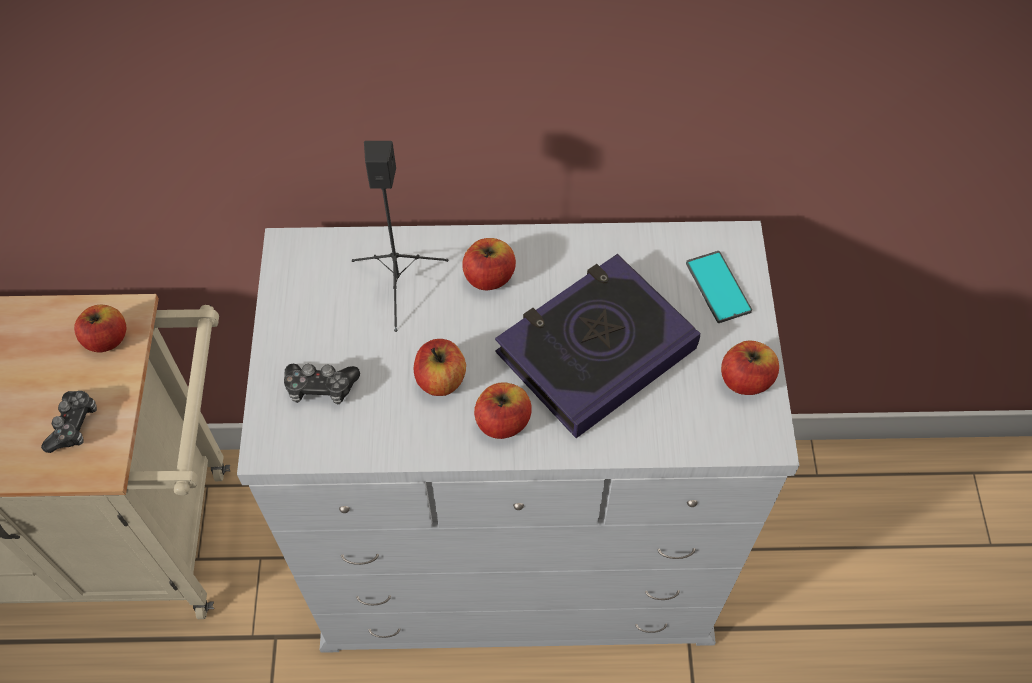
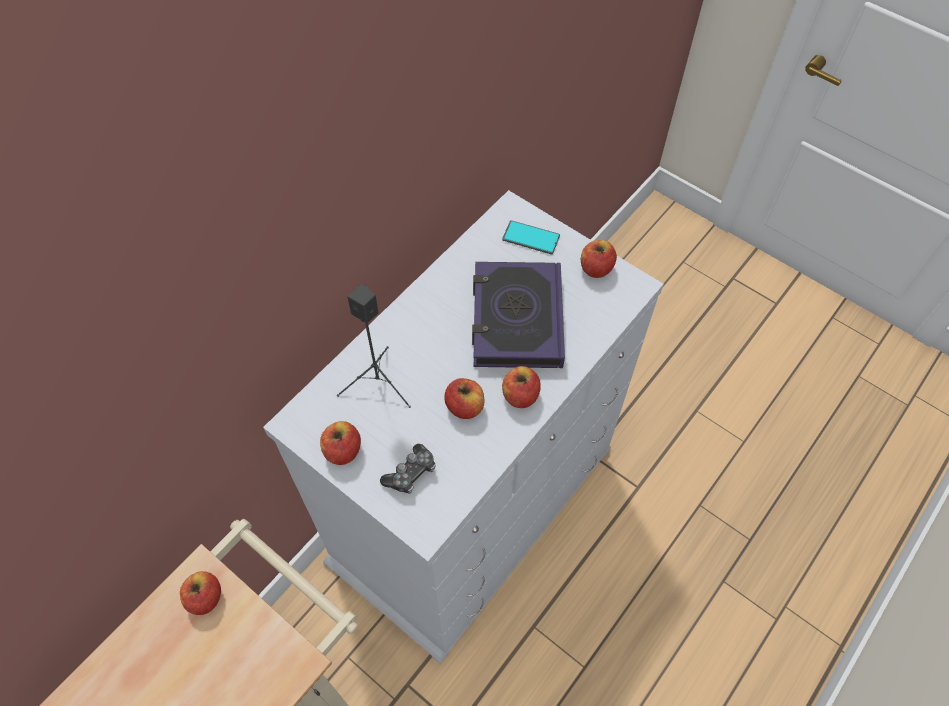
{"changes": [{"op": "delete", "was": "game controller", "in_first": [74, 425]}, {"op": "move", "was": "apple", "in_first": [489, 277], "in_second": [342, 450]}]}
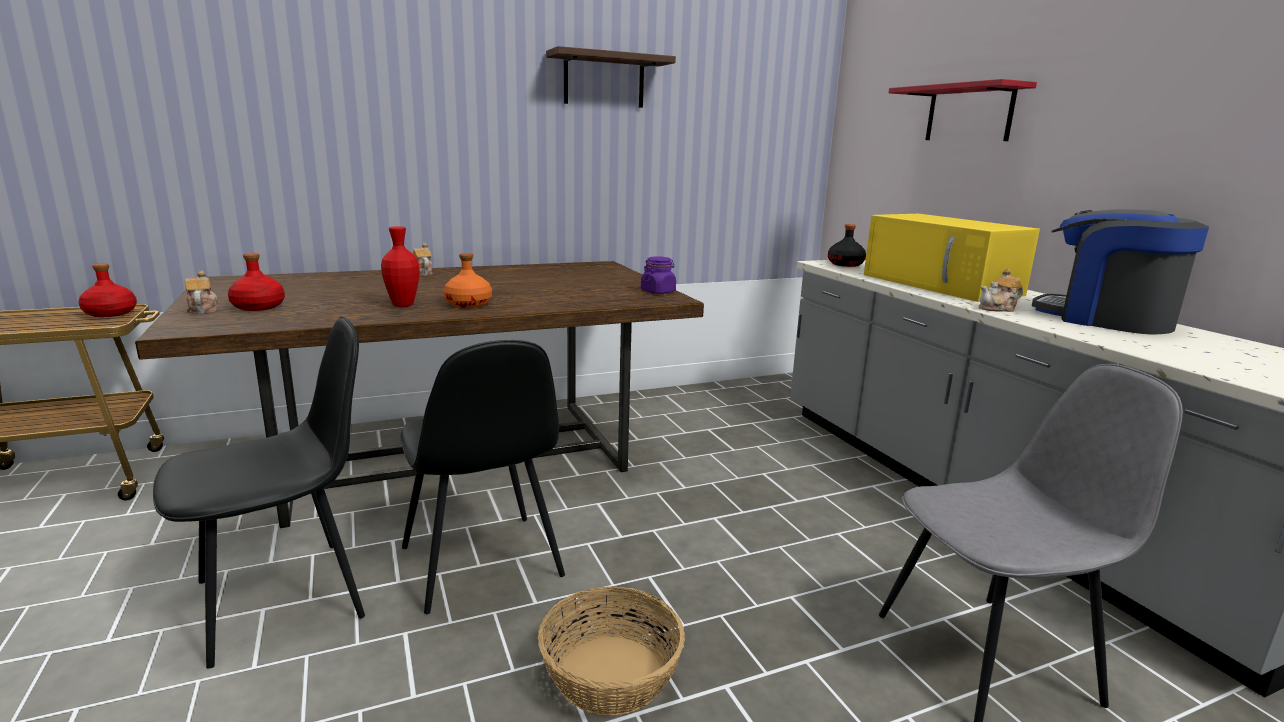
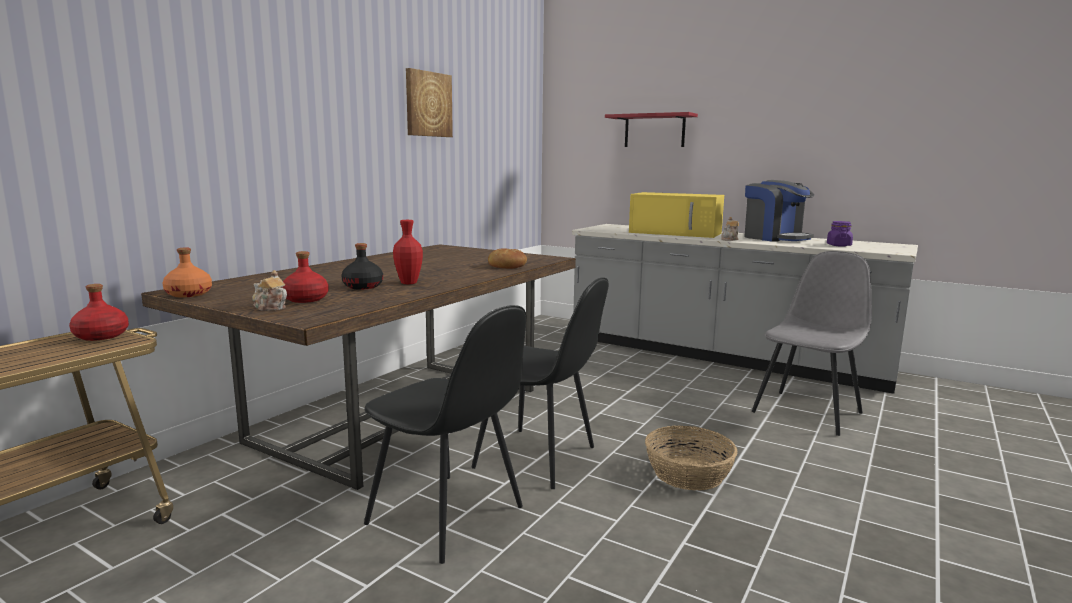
{"changes": [{"op": "rotate", "was": "black chair", "in_first": [285, 597], "in_second": [448, 517], "clockwise": 105}, {"op": "delete", "was": "teapot", "in_first": [421, 273]}, {"op": "move", "was": "orange bottle", "in_first": [468, 304], "in_second": [189, 294]}, {"op": "replace", "was": "shelf", "now": "picture", "in_first": [604, 80], "in_second": [428, 104]}, {"op": "move", "was": "purple jar", "in_first": [658, 291], "in_second": [838, 245]}, {"op": "move", "was": "black bottle", "in_first": [845, 264], "in_second": [363, 286]}, {"op": "rotate", "was": "coffee machine", "in_first": [1105, 319], "in_second": [775, 238], "clockwise": -135}, {"op": "insert", "now": "bread", "in_second": [507, 266]}]}
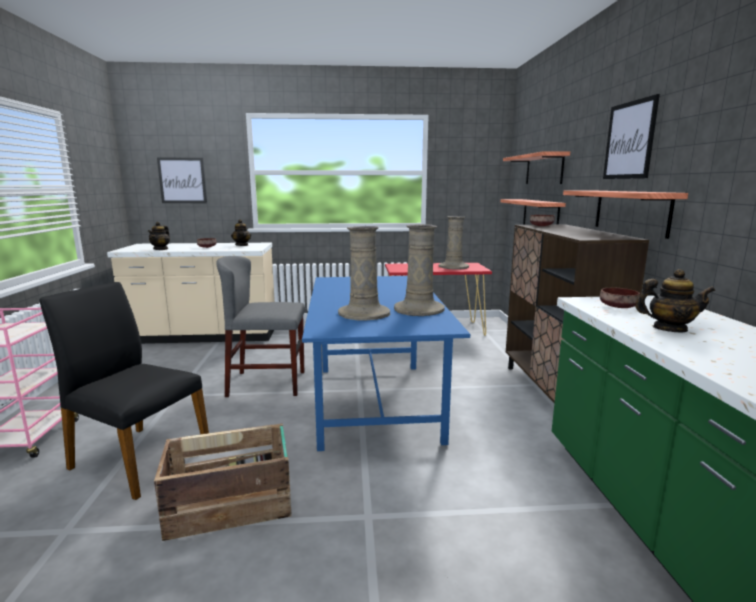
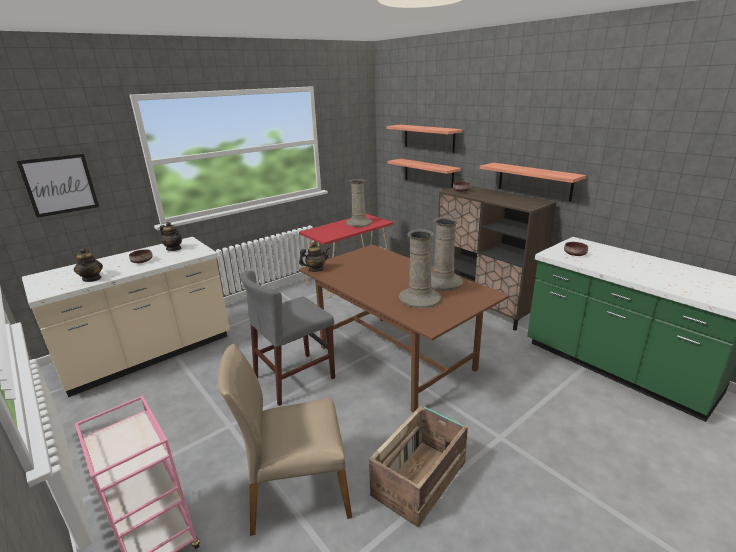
{"changes": [{"op": "recolor", "was": "black chair", "now": "beige chair", "in_first": [138, 458], "in_second": [297, 490]}, {"op": "recolor", "was": "blue dining table", "now": "brown dining table", "in_first": [374, 401], "in_second": [394, 358]}, {"op": "delete", "was": "picture", "in_first": [629, 140]}, {"op": "move", "was": "teapot", "in_first": [669, 329], "in_second": [315, 269]}]}
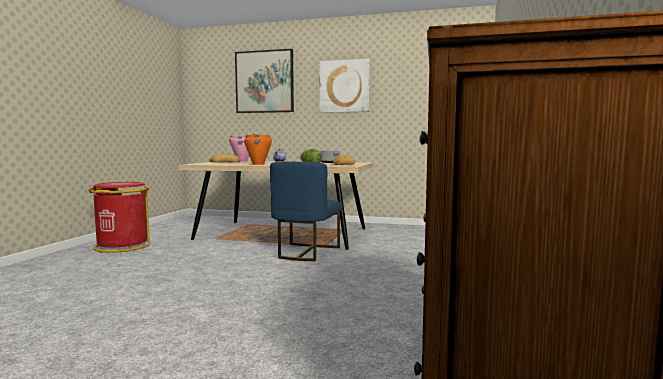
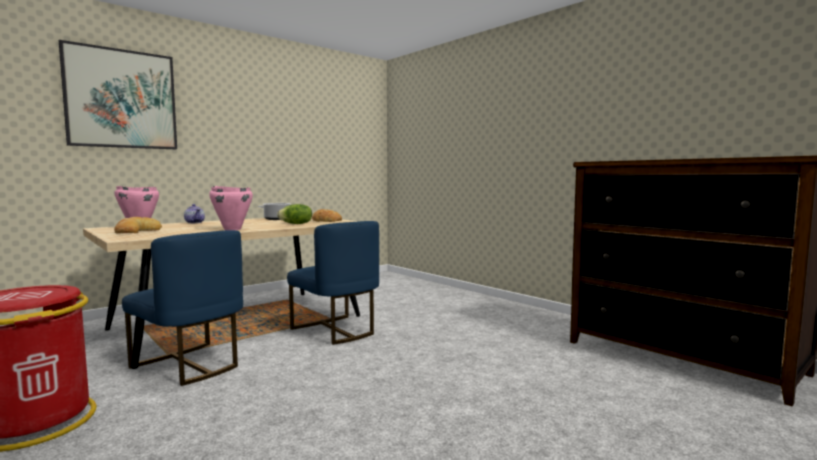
{"changes": [{"op": "recolor", "was": "orange cooking pot", "now": "pink cooking pot", "in_first": [258, 164], "in_second": [232, 229]}, {"op": "delete", "was": "picture", "in_first": [344, 86]}, {"op": "insert", "now": "blue chair", "in_second": [189, 365]}]}
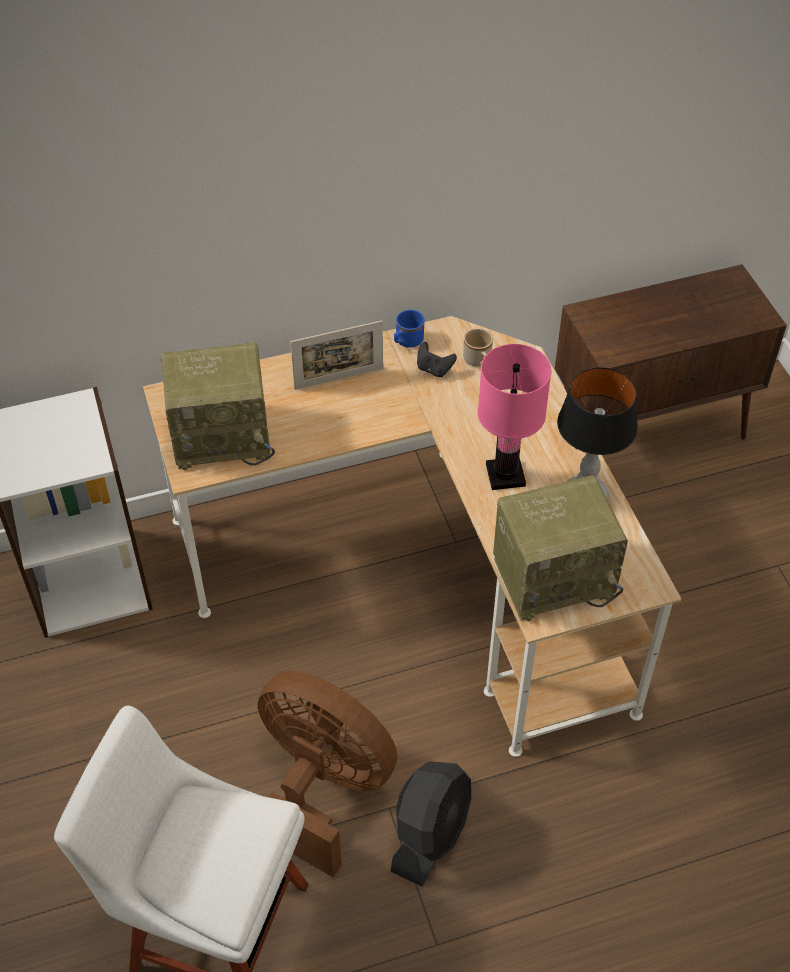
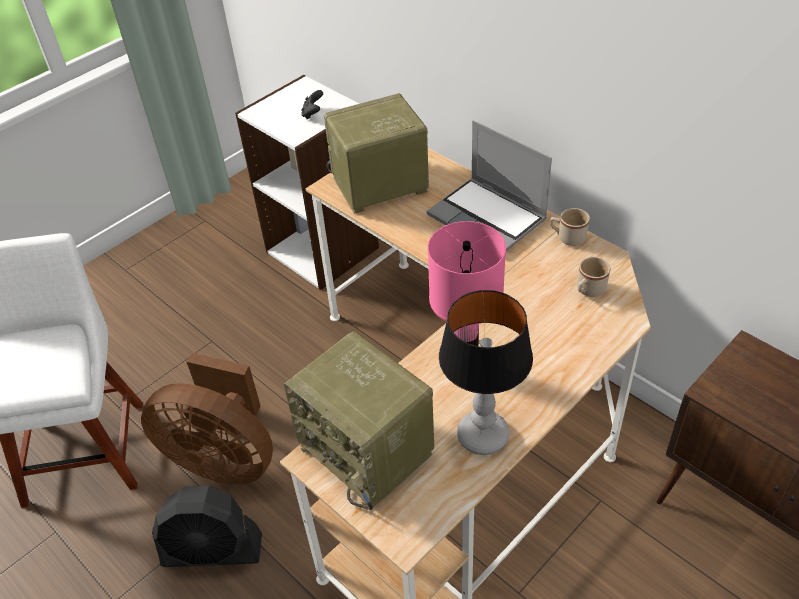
{"changes": [{"op": "rotate", "was": "radio", "in_first": [223, 435], "in_second": [378, 186], "clockwise": 105}, {"op": "rotate", "was": "brown fan", "in_first": [323, 786], "in_second": [224, 458], "clockwise": 105}, {"op": "replace", "was": "picture frame", "now": "laptop", "in_first": [338, 379], "in_second": [488, 218]}, {"op": "recolor", "was": "blue mug", "now": "beige mug", "in_first": [406, 342], "in_second": [567, 238]}, {"op": "move", "was": "black game controller", "in_first": [434, 369], "in_second": [313, 114]}]}
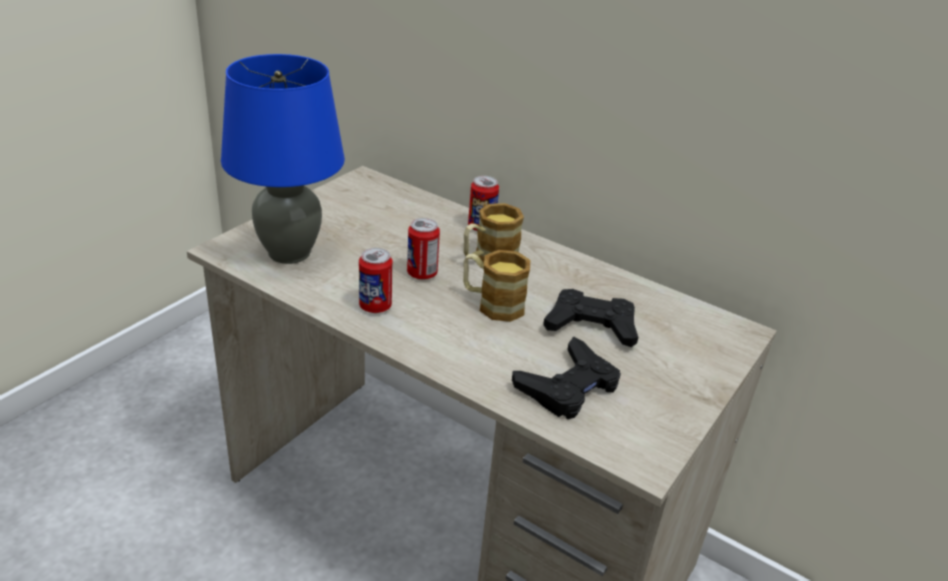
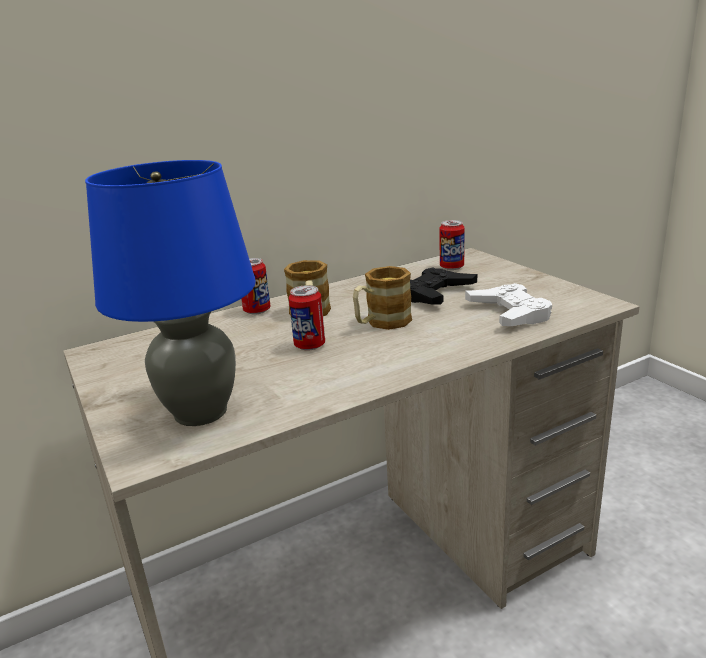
{"changes": [{"op": "move", "was": "can", "in_first": [375, 306], "in_second": [452, 267]}, {"op": "recolor", "was": "black game controller", "now": "white game controller", "in_first": [568, 387], "in_second": [509, 313]}]}
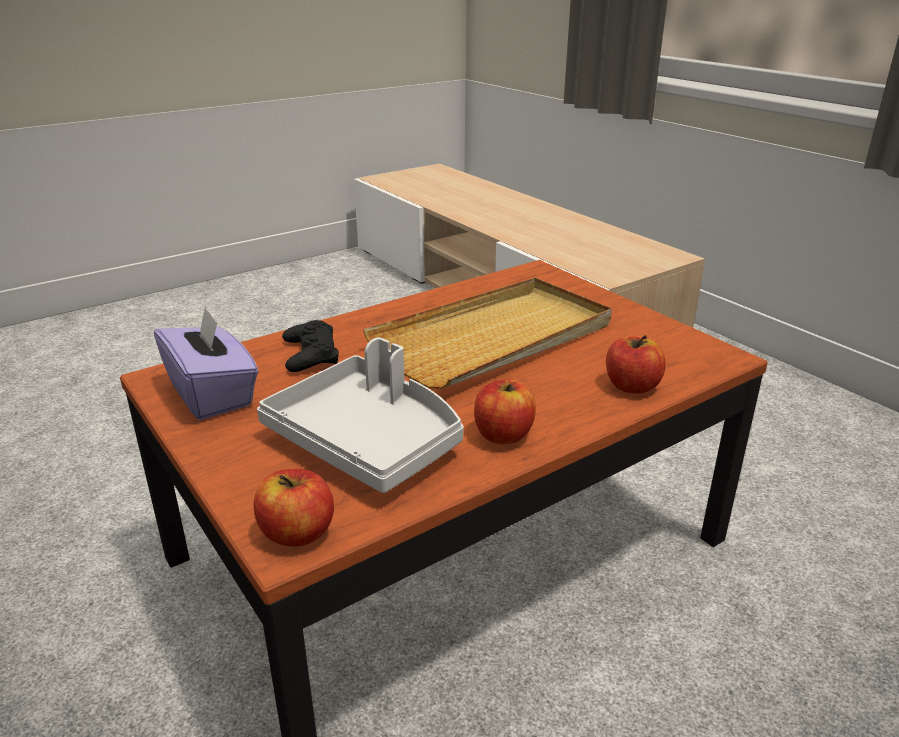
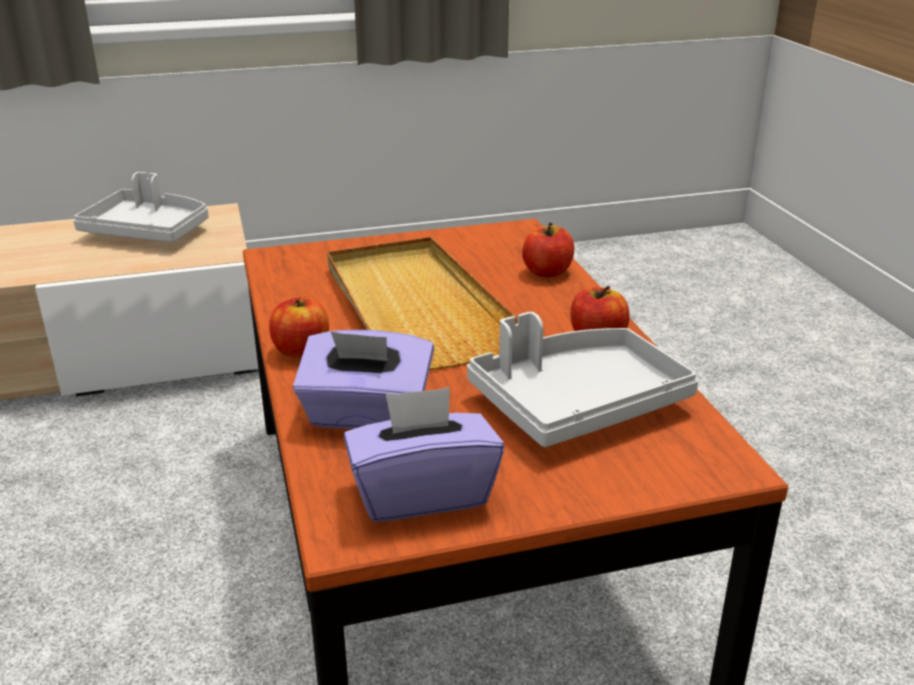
{"changes": [{"op": "move", "was": "apple", "in_first": [297, 533], "in_second": [301, 349]}, {"op": "replace", "was": "black game controller", "now": "purple tissue box", "in_first": [310, 354], "in_second": [366, 415]}, {"op": "insert", "now": "grey tray", "in_second": [148, 231]}]}
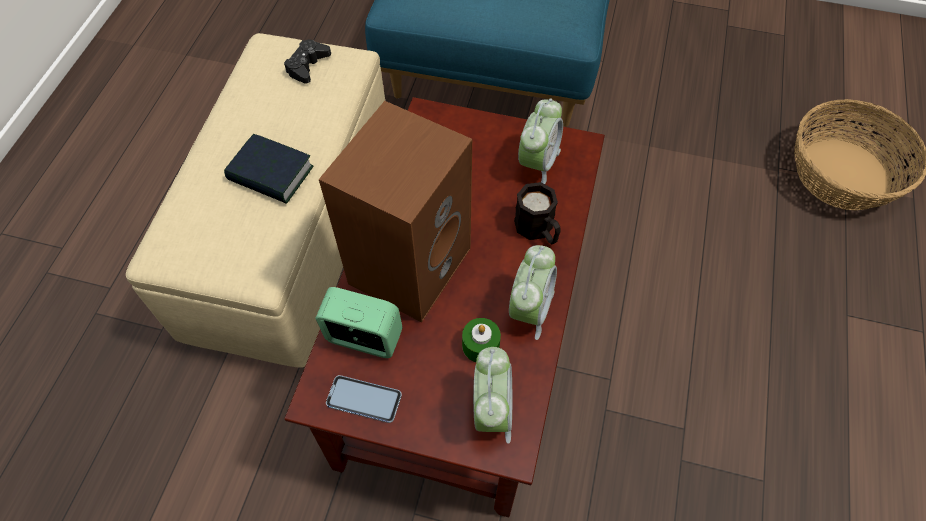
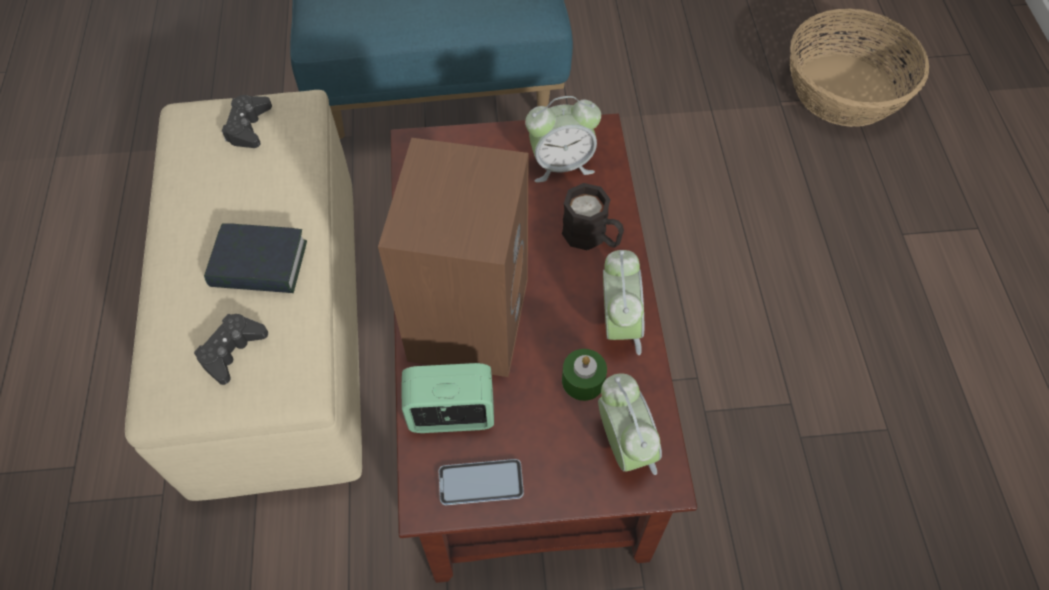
{"changes": [{"op": "rotate", "was": "alarm clock", "in_first": [537, 163], "in_second": [561, 164], "clockwise": 75}, {"op": "insert", "now": "black game controller", "in_second": [232, 351]}]}
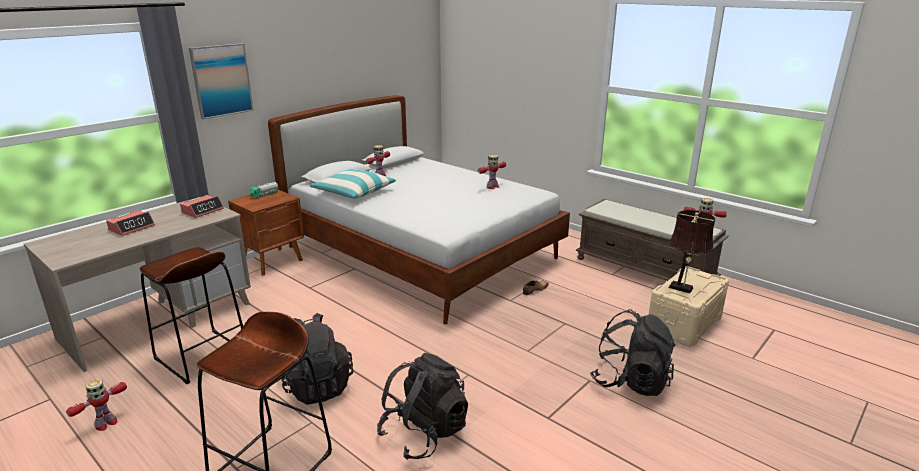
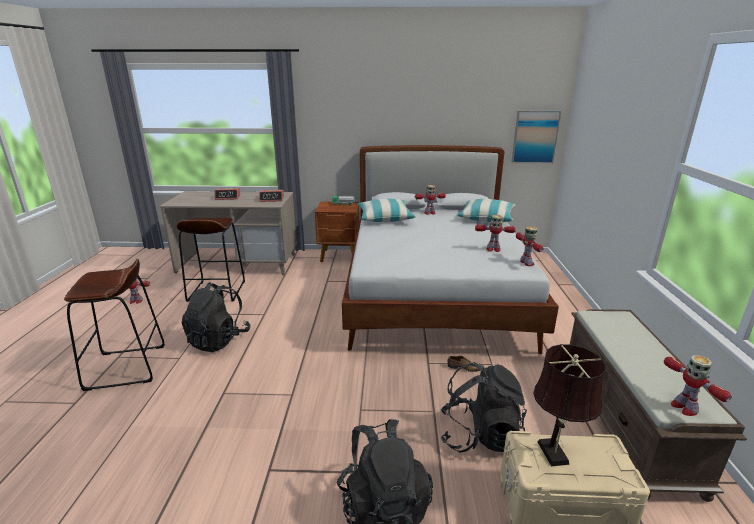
{"changes": [{"op": "move", "was": "picture", "in_first": [221, 80], "in_second": [535, 137]}, {"op": "move", "was": "black backpack", "in_first": [424, 433], "in_second": [479, 435]}, {"op": "insert", "now": "pillow", "in_second": [486, 218]}, {"op": "insert", "now": "toy robot", "in_second": [527, 263]}]}
